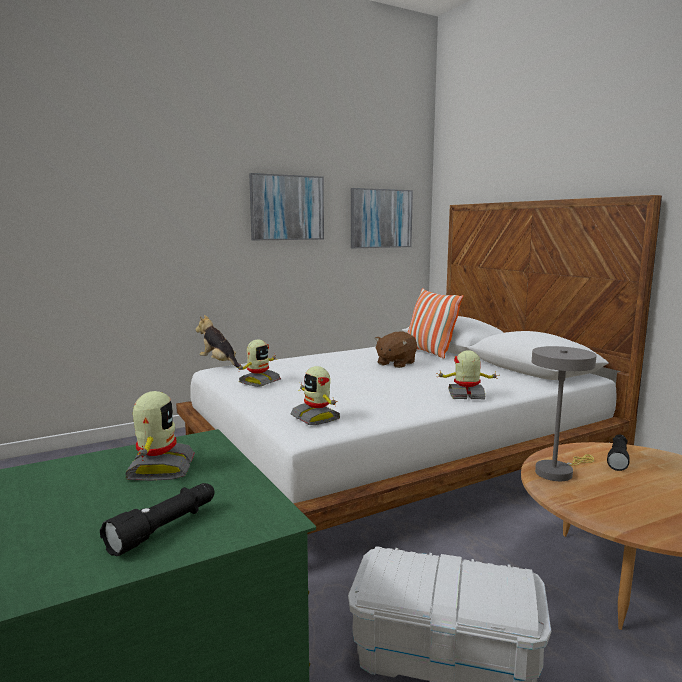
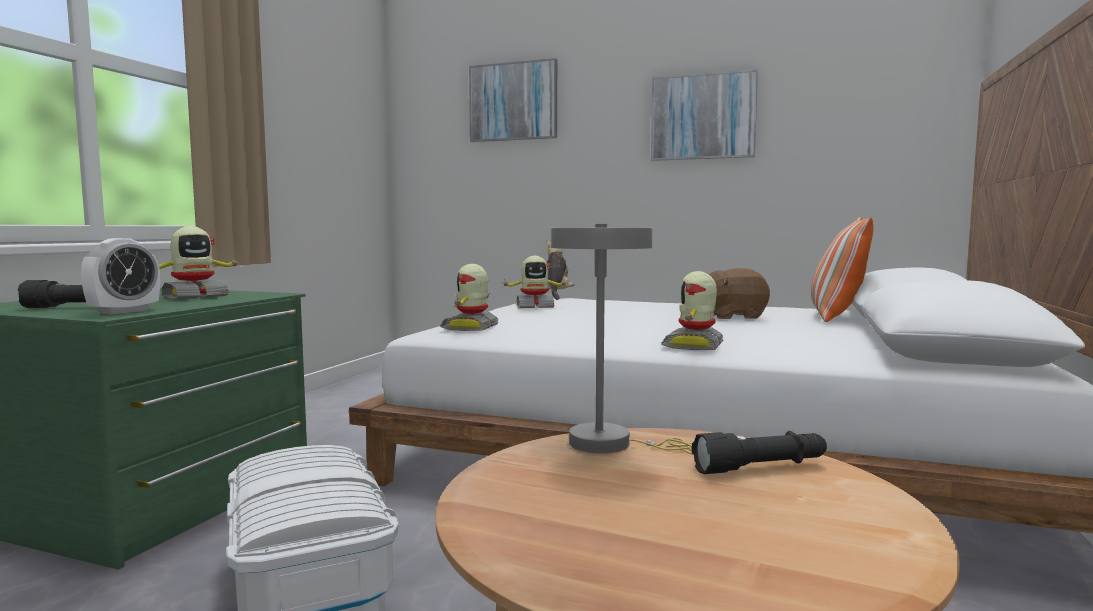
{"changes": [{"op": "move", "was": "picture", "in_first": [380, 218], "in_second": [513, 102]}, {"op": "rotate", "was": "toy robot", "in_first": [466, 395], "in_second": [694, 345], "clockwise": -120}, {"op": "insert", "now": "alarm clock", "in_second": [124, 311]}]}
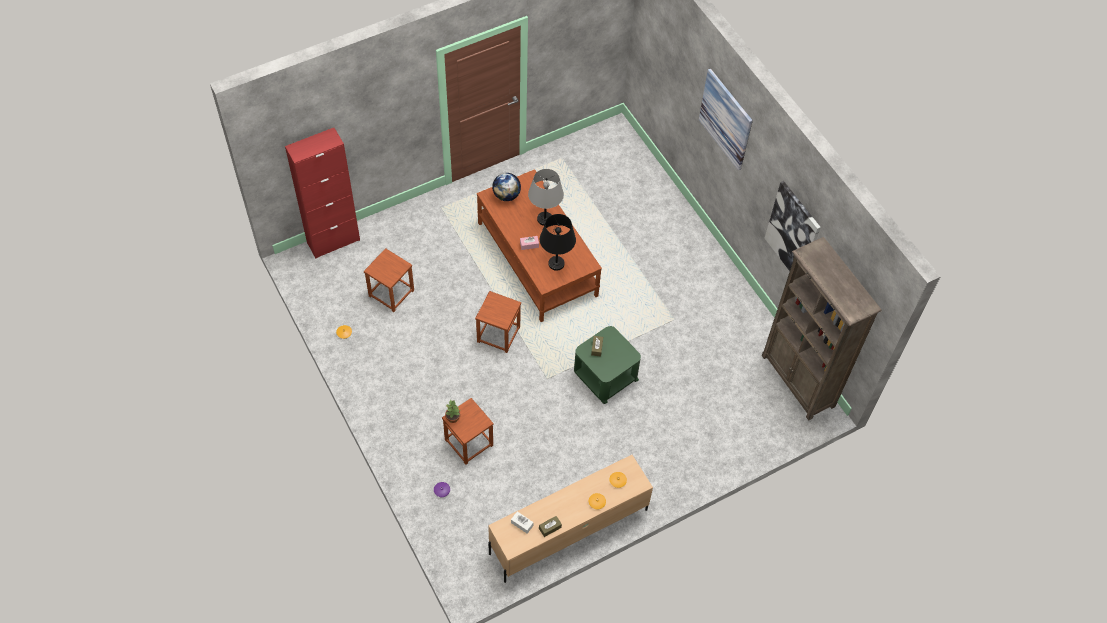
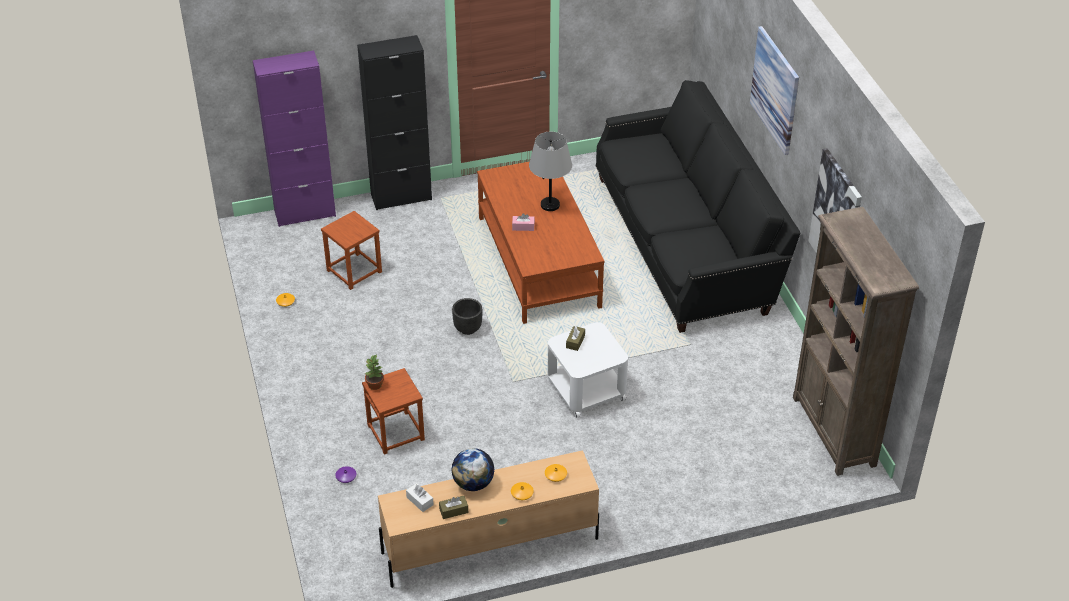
{"changes": [{"op": "recolor", "was": "red cabinet", "now": "purple cabinet", "in_first": [333, 241], "in_second": [305, 213]}, {"op": "replace", "was": "brown stool", "now": "black planter", "in_first": [498, 334], "in_second": [467, 328]}, {"op": "move", "was": "globe", "in_first": [506, 195], "in_second": [473, 483]}, {"op": "delete", "was": "black table lamp", "in_first": [556, 264]}, {"op": "recolor", "was": "green side table", "now": "white side table", "in_first": [605, 375], "in_second": [586, 389]}, {"op": "insert", "now": "black cabinet", "in_second": [401, 197]}, {"op": "insert", "now": "black sofa", "in_second": [686, 243]}]}
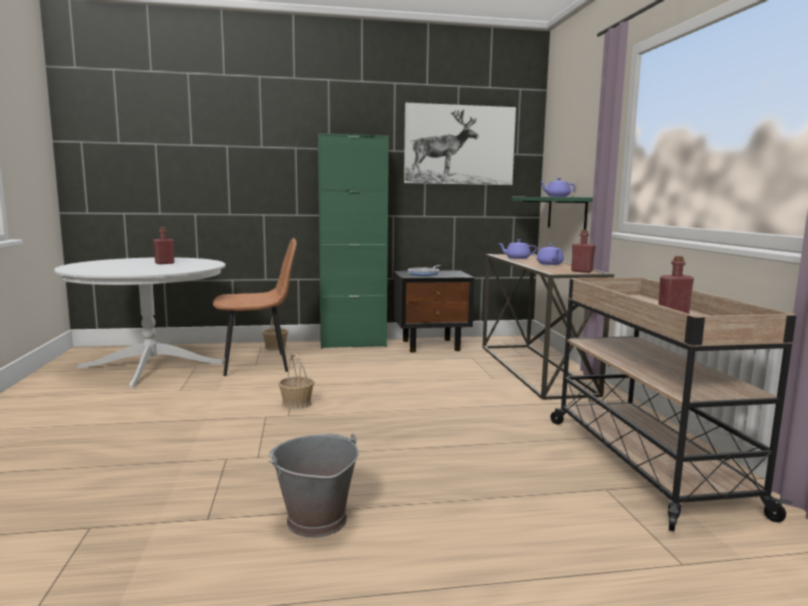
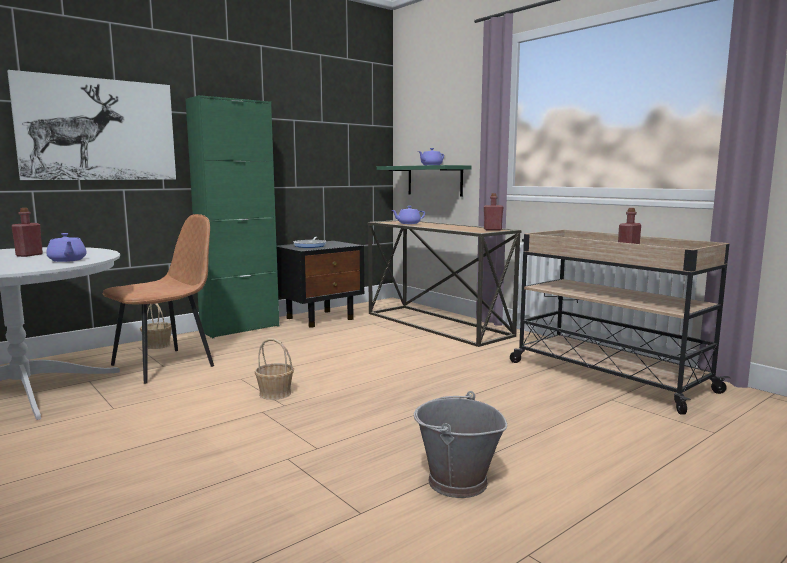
{"changes": [{"op": "move", "was": "picture", "in_first": [459, 145], "in_second": [98, 129]}, {"op": "move", "was": "purple teapot", "in_first": [550, 264], "in_second": [67, 260]}]}
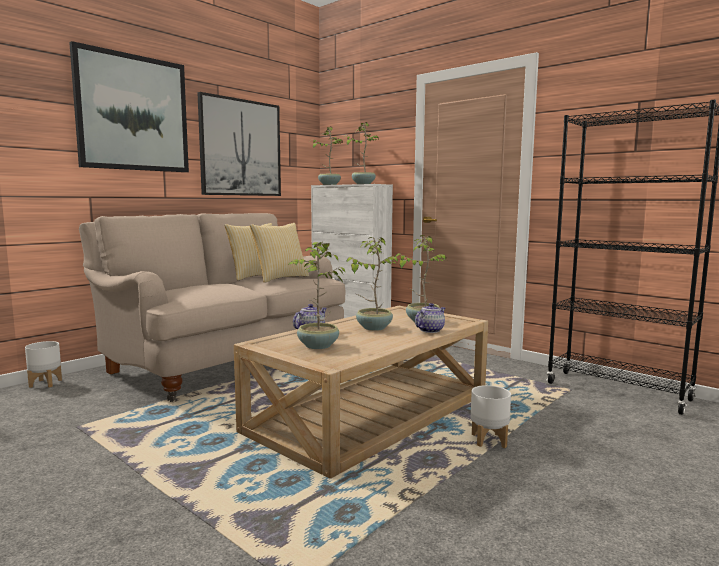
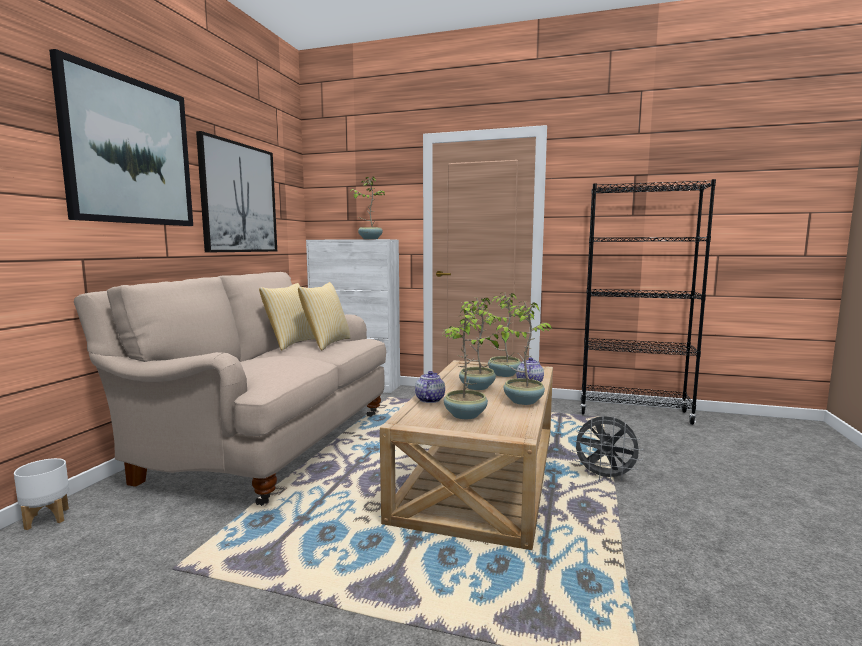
{"changes": [{"op": "move", "was": "potted plant", "in_first": [329, 185], "in_second": [522, 401]}, {"op": "replace", "was": "white planter", "now": "grey fan", "in_first": [489, 441], "in_second": [605, 477]}]}
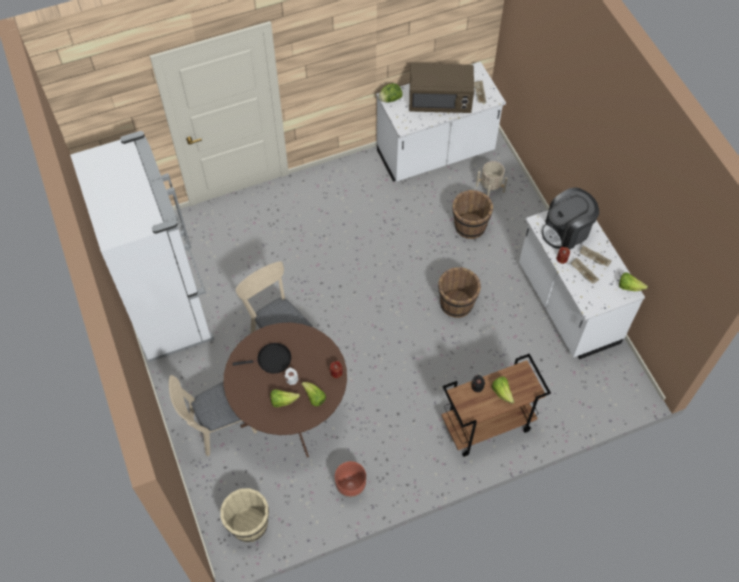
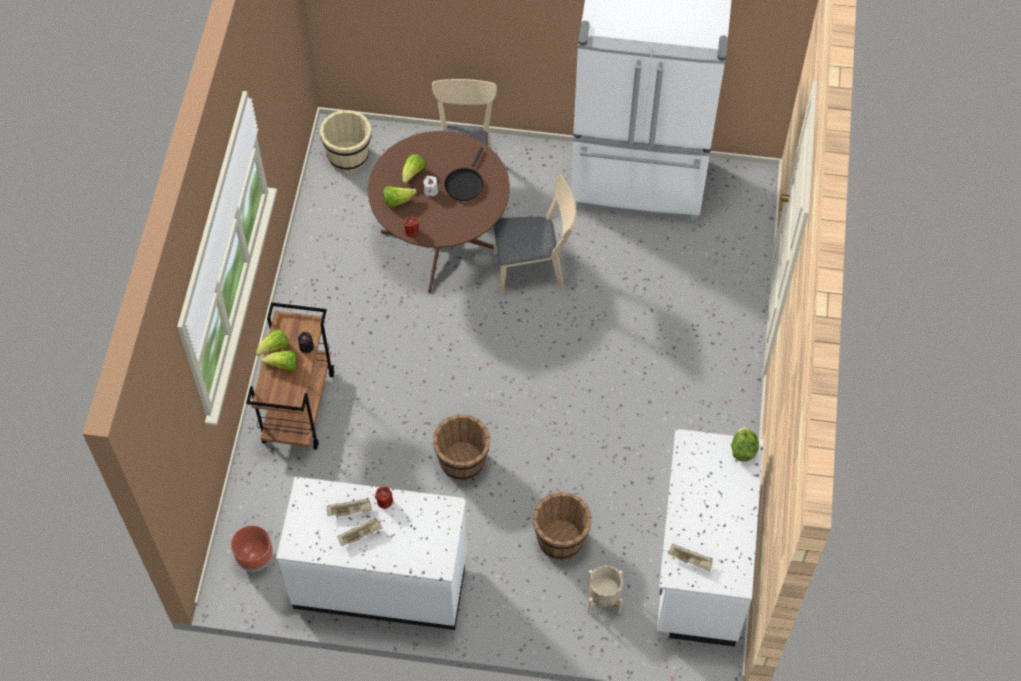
{"changes": [{"op": "move", "was": "brown planter", "in_first": [351, 486], "in_second": [256, 559]}, {"op": "delete", "was": "brown microwave", "in_first": [440, 101]}, {"op": "delete", "was": "coffee machine", "in_first": [566, 231]}, {"op": "move", "was": "lettuce", "in_first": [629, 287], "in_second": [274, 348]}]}
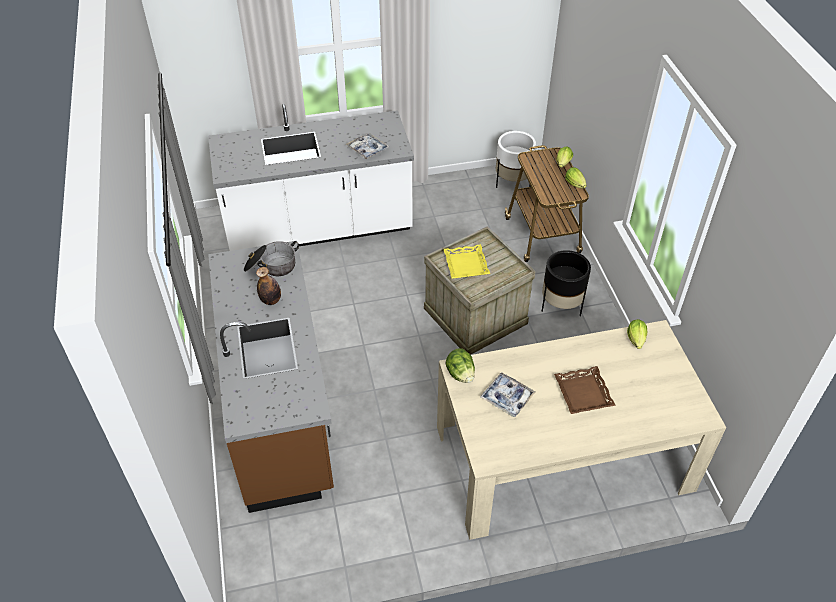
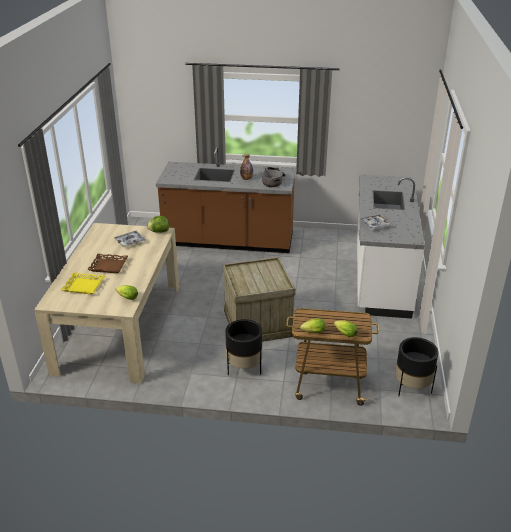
{"changes": [{"op": "move", "was": "yellow tray", "in_first": [465, 265], "in_second": [84, 286]}, {"op": "recolor", "was": "white planter", "now": "black planter", "in_first": [512, 182], "in_second": [412, 387]}]}
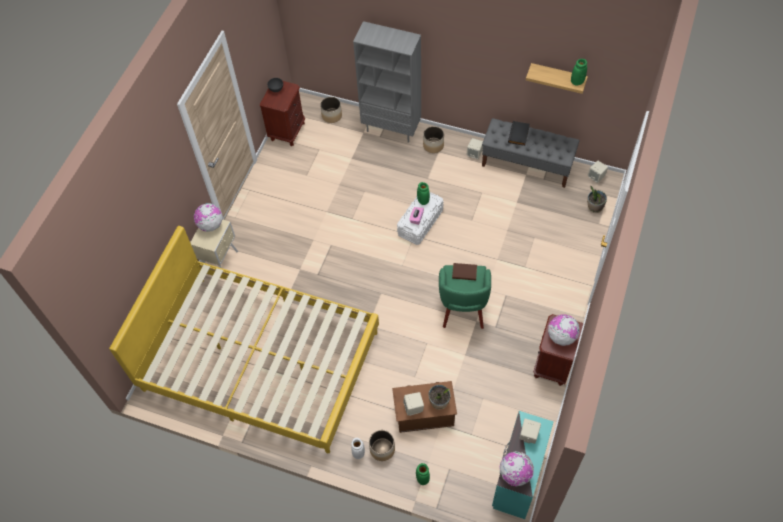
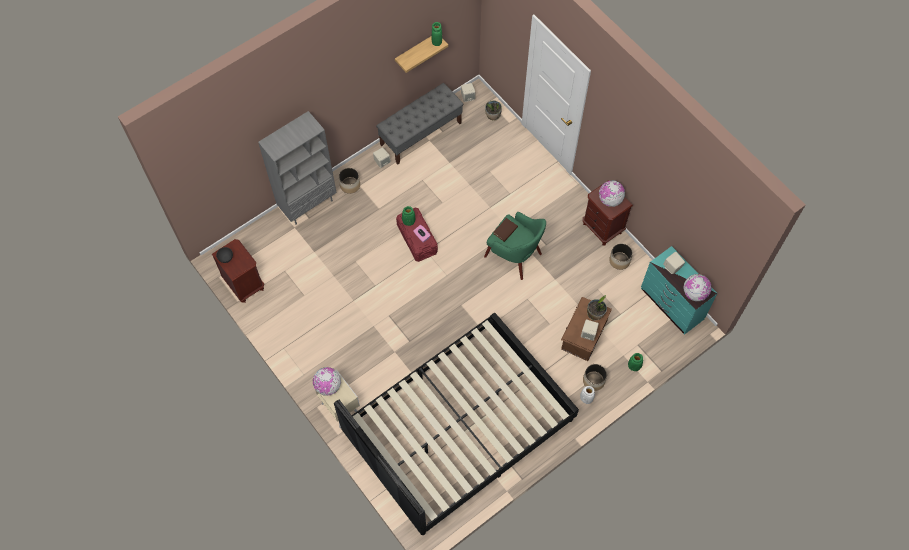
{"changes": [{"op": "recolor", "was": "yellow bed", "now": "black bed", "in_first": [260, 360], "in_second": [459, 427]}, {"op": "move", "was": "planter", "in_first": [331, 116], "in_second": [619, 261]}, {"op": "recolor", "was": "white storage box", "now": "red storage box", "in_first": [420, 222], "in_second": [417, 239]}, {"op": "delete", "was": "black book", "in_first": [519, 134]}]}
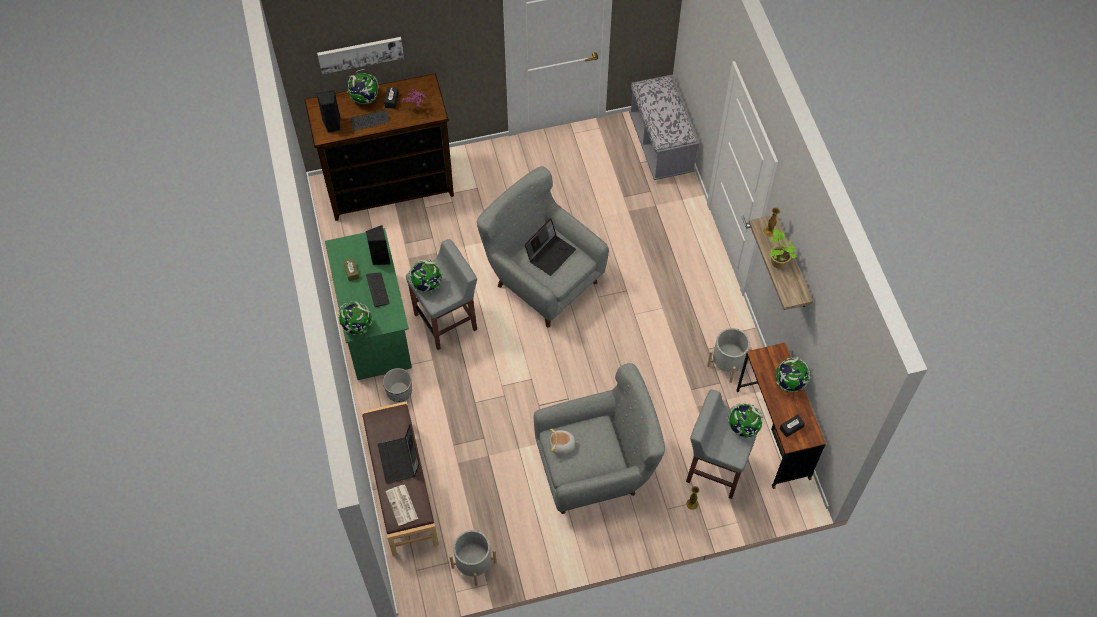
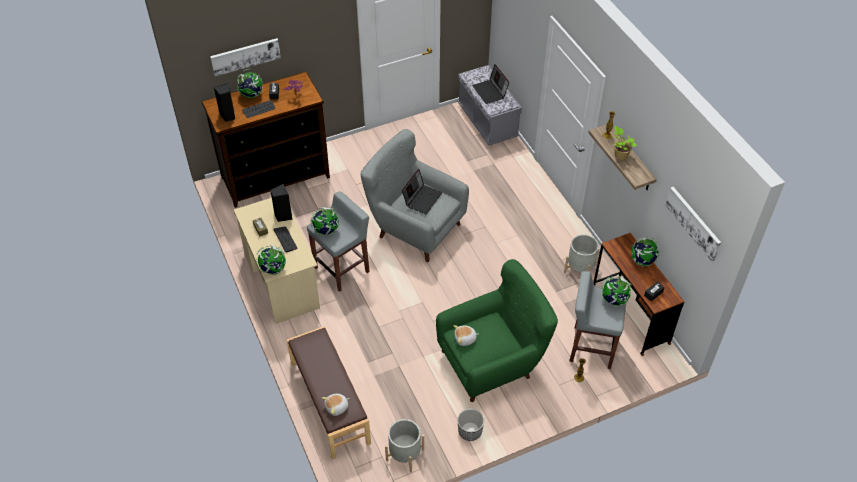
{"changes": [{"op": "recolor", "was": "green desk", "now": "beige desk", "in_first": [374, 324], "in_second": [281, 279]}, {"op": "move", "was": "laptop", "in_first": [400, 460], "in_second": [490, 92]}, {"op": "move", "was": "planter", "in_first": [399, 391], "in_second": [470, 431]}, {"op": "replace", "was": "newspaper", "now": "plush toy", "in_first": [402, 505], "in_second": [337, 407]}, {"op": "recolor", "was": "grey armchair", "now": "green armchair", "in_first": [595, 468], "in_second": [492, 362]}, {"op": "insert", "now": "picture", "in_second": [693, 223]}]}
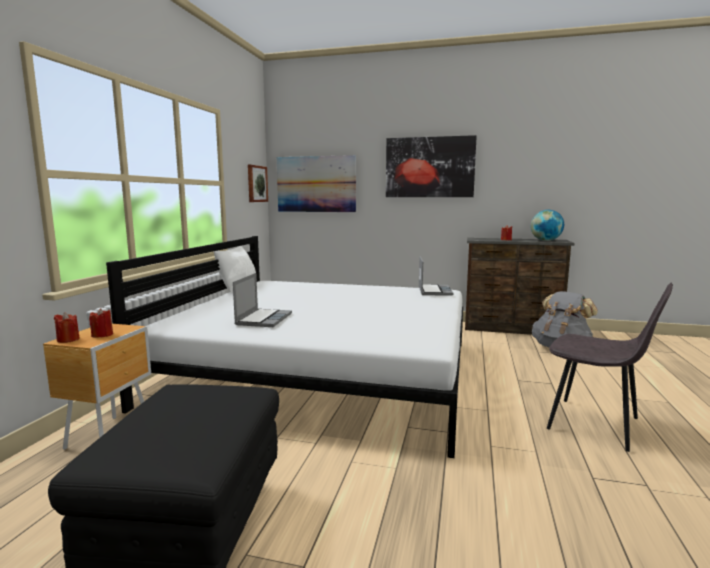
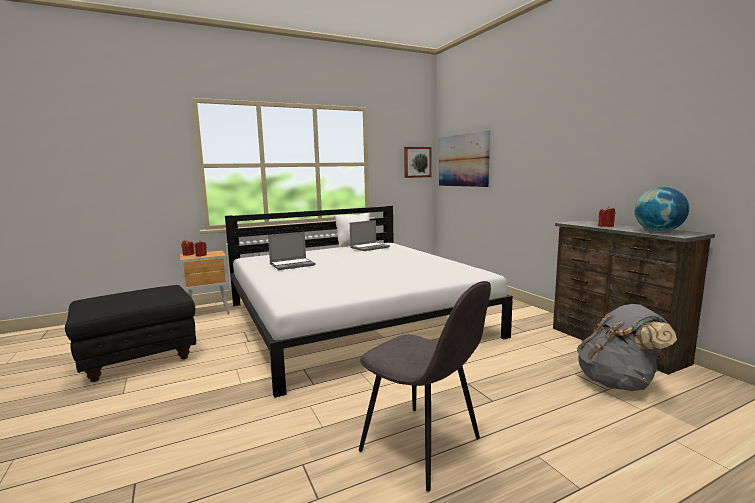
{"changes": [{"op": "delete", "was": "picture", "in_first": [429, 167]}, {"op": "move", "was": "laptop", "in_first": [434, 291], "in_second": [370, 247]}, {"op": "rotate", "was": "grey chair", "in_first": [596, 424], "in_second": [423, 446], "clockwise": -45}]}
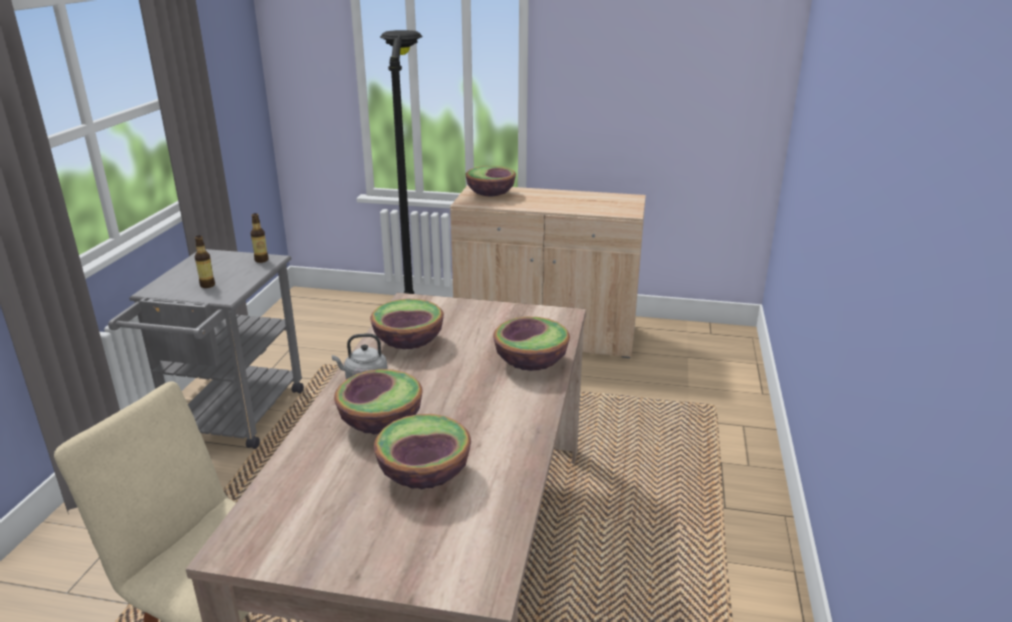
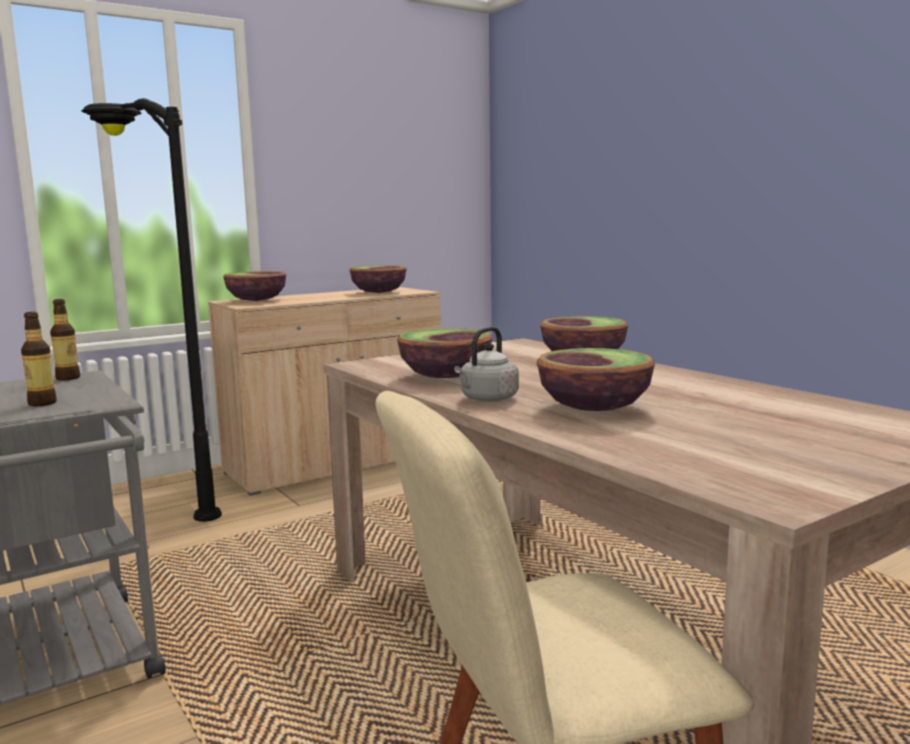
{"changes": [{"op": "move", "was": "bowl", "in_first": [424, 474], "in_second": [378, 293]}]}
